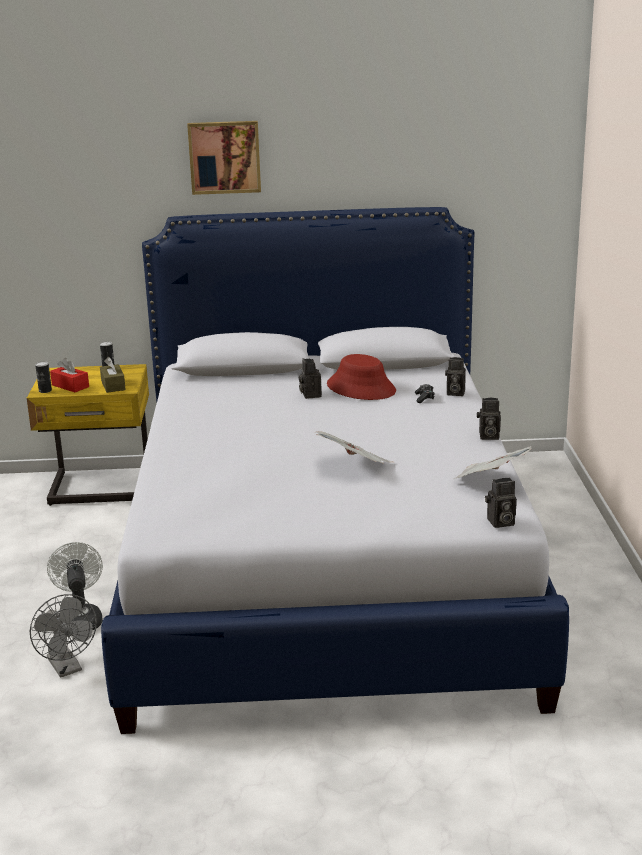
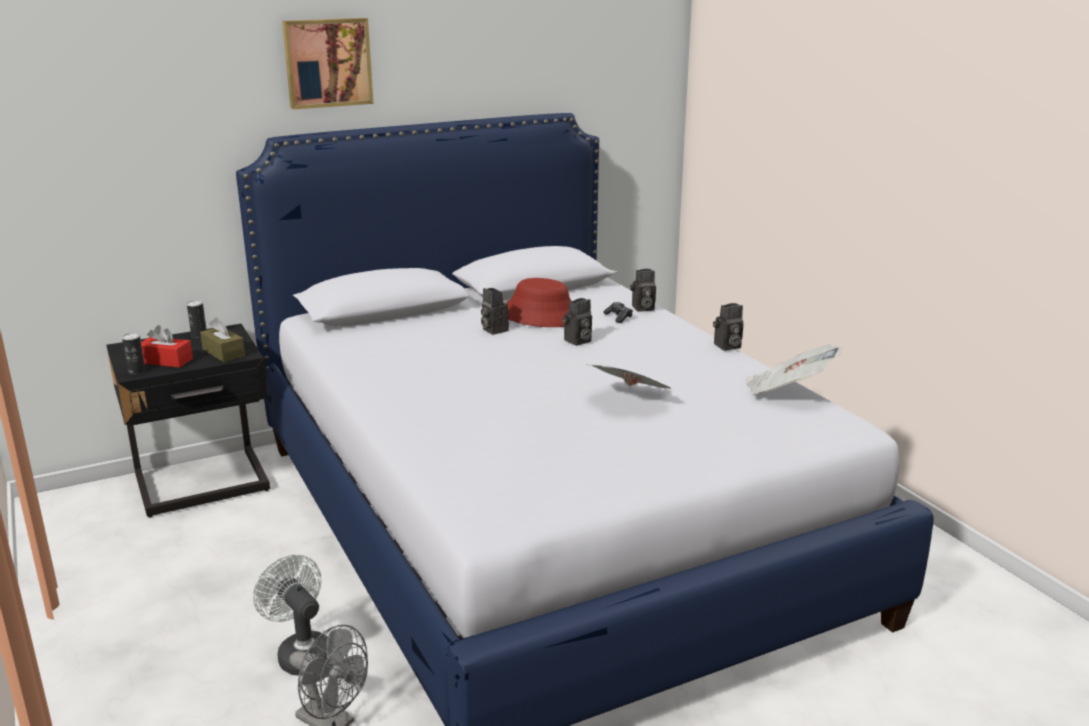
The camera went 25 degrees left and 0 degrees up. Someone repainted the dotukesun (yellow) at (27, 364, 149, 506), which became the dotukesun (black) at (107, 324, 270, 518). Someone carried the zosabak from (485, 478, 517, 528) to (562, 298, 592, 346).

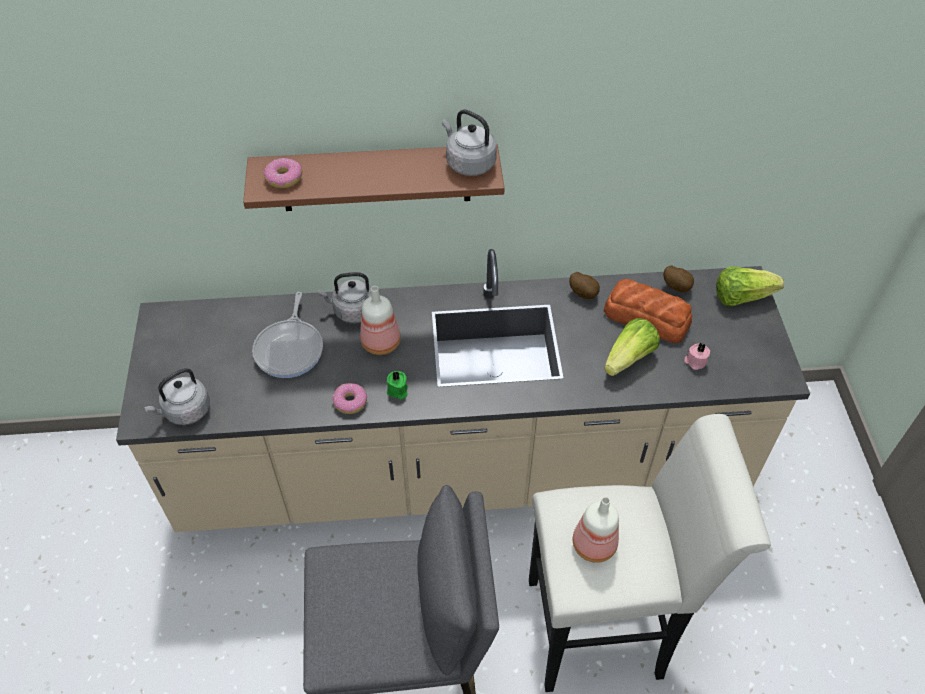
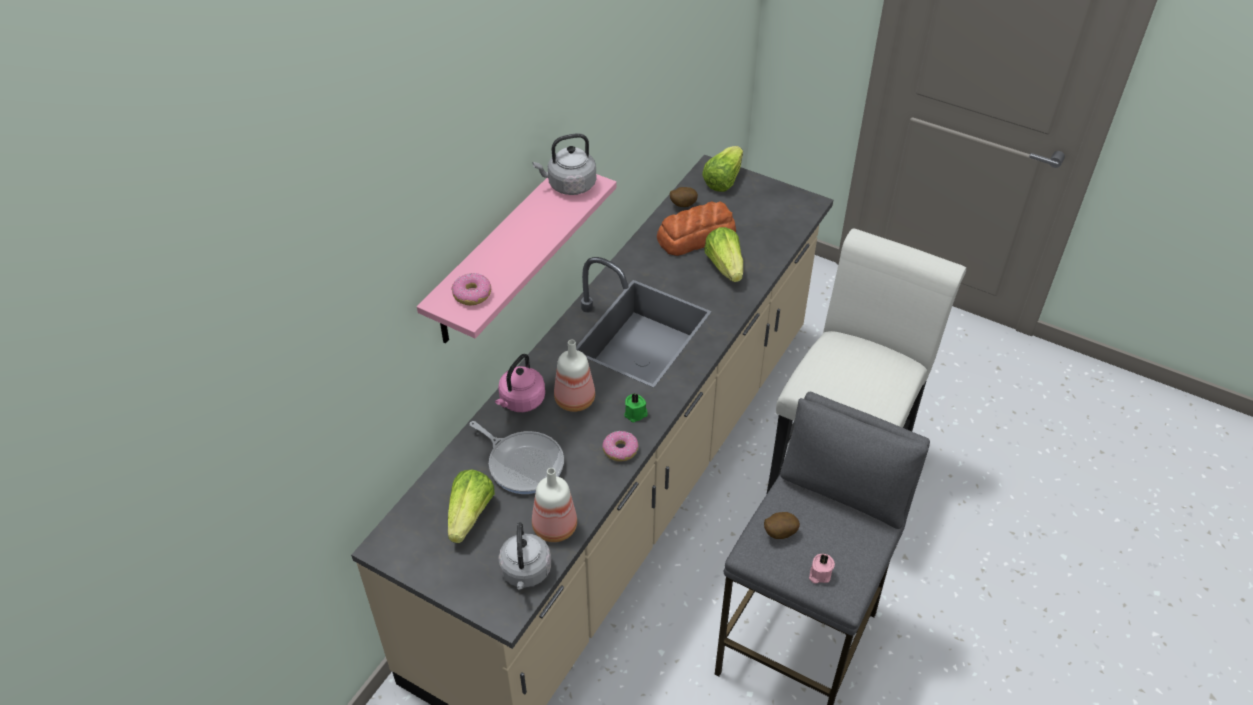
The camera went 55 degrees left and 5 degrees down. Someone repainted the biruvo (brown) at (243, 144, 505, 211), which became the biruvo (pink) at (417, 174, 617, 344). Someone repainted the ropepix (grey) at (318, 272, 371, 323), which became the ropepix (pink) at (495, 354, 545, 412). Someone carried the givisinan from (569, 272, 600, 299) to (764, 512, 800, 539). Someone carried the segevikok from (573, 497, 619, 563) to (532, 468, 577, 542). Someone carried the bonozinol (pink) from (684, 343, 710, 370) to (809, 554, 835, 584). Someone put down the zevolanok at (448, 469, 495, 543).

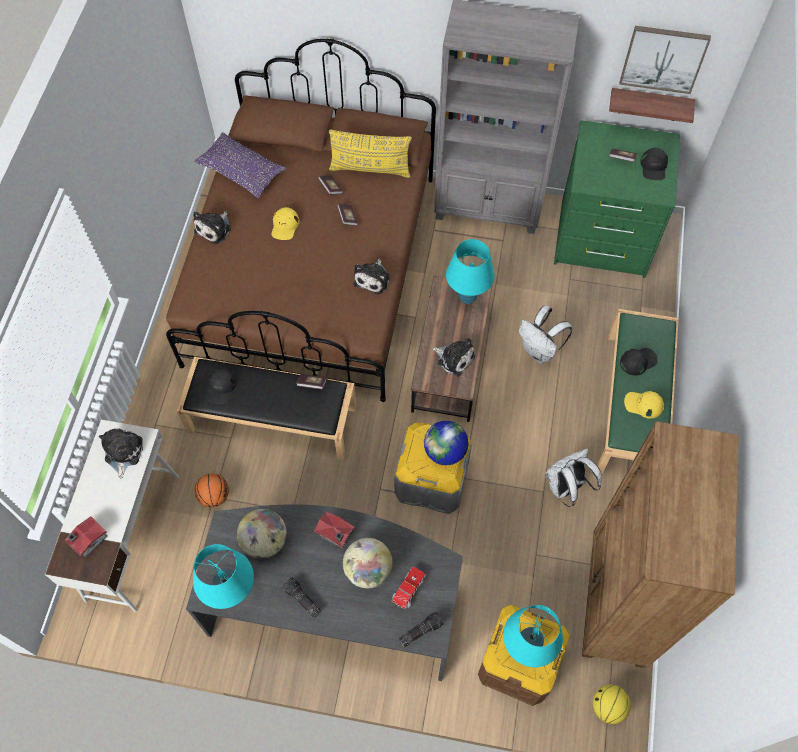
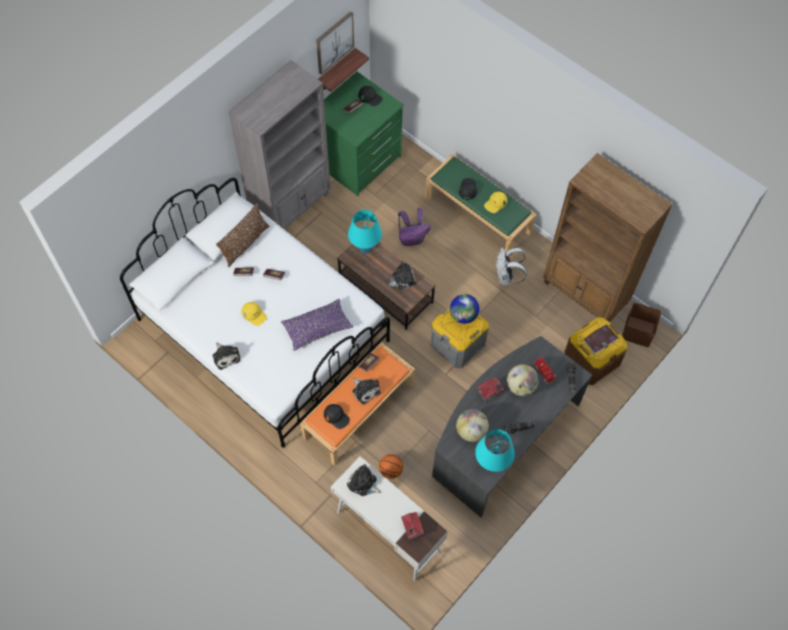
The camera went 60 degrees left and 0 degrees up. Someone repainted the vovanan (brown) at (166, 38, 436, 402), which became the vovanan (white) at (120, 178, 390, 448). Someone repainted the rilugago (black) at (177, 357, 356, 460), which became the rilugago (orange) at (300, 342, 415, 466). Someone carried the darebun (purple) from (194, 132, 286, 199) to (281, 299, 353, 351). Someone repainted the darebun (yellow) at (329, 130, 412, 178), which became the darebun (brown) at (216, 203, 269, 267). Someone carried the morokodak from (354, 258, 390, 295) to (353, 378, 381, 405). Someone swapped the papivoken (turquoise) at (503, 605, 563, 667) for the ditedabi at (583, 324, 618, 355). Someone repainted the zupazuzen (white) at (519, 306, 572, 364), which became the zupazuzen (purple) at (398, 208, 431, 246). Someone swapped the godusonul at (593, 684, 631, 724) for the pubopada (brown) at (622, 302, 662, 347).

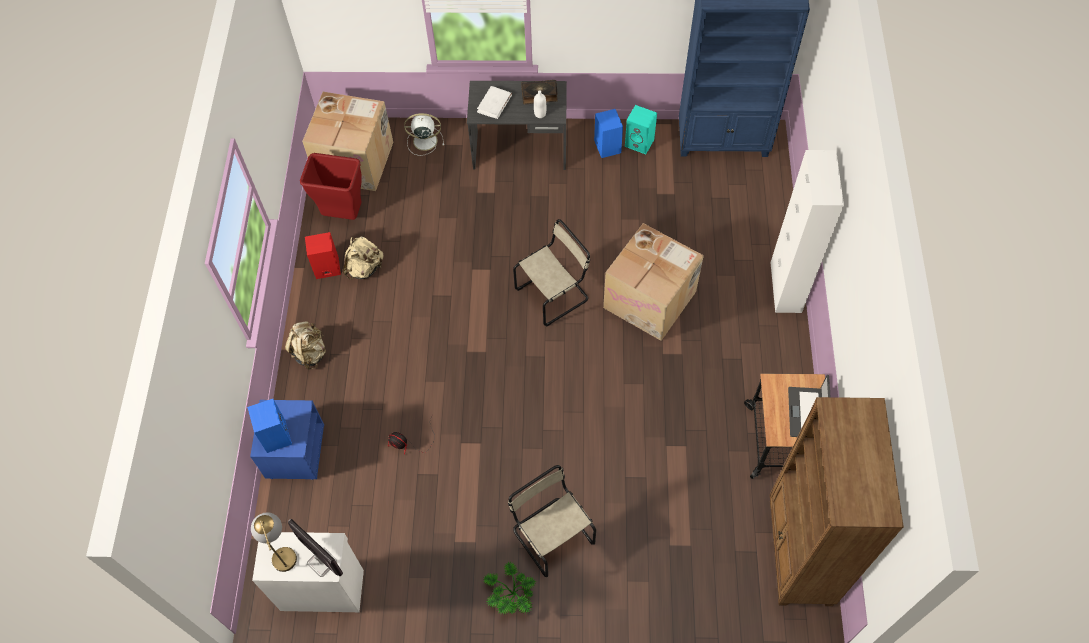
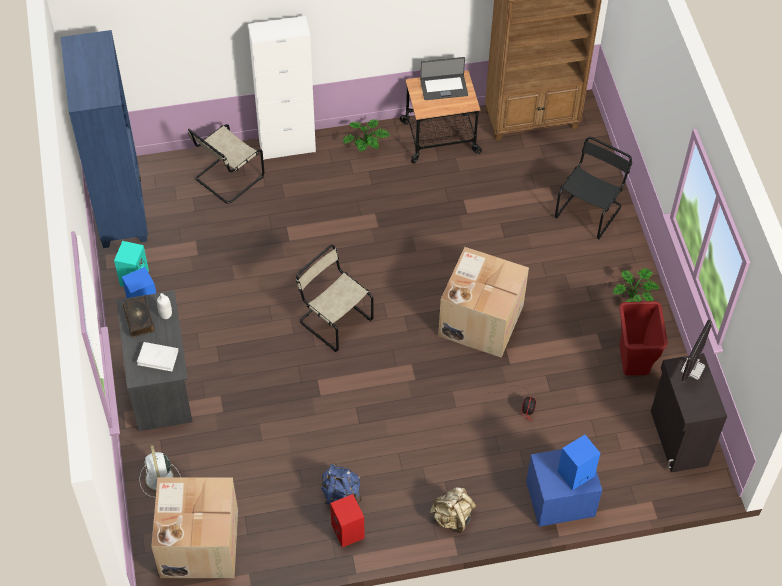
The camera went 105 degrees left and 5 degrees down. Someone took away the papivoken at (251, 512, 297, 572). Someone repainted the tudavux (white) at (252, 532, 364, 612), which became the tudavux (black) at (651, 353, 727, 472). Someone carried the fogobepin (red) from (300, 153, 362, 220) to (619, 301, 668, 376). Someone repainted the zupazuzen (beige) at (343, 237, 383, 280), which became the zupazuzen (blue) at (321, 462, 362, 507). Someone carried the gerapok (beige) from (508, 465, 596, 577) to (188, 124, 264, 204). Someone carried the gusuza from (603, 223, 704, 341) to (438, 247, 529, 358). Someone put down the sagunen at (342, 119, 390, 151). Someone put down the gerapok (black) at (555, 137, 632, 239).

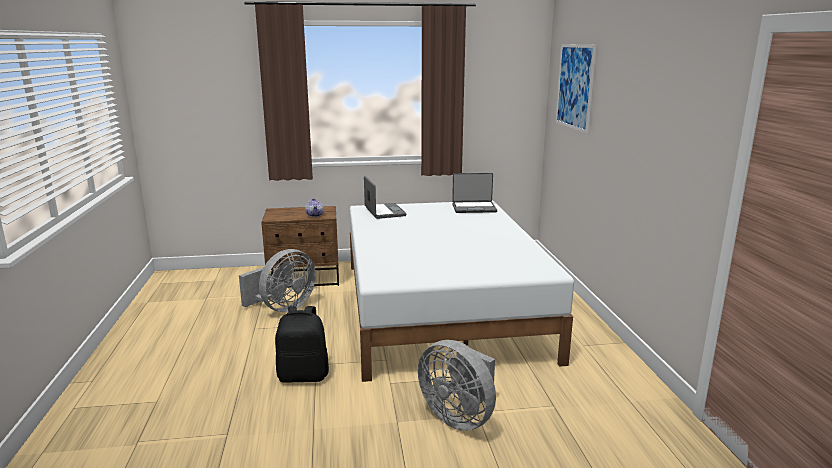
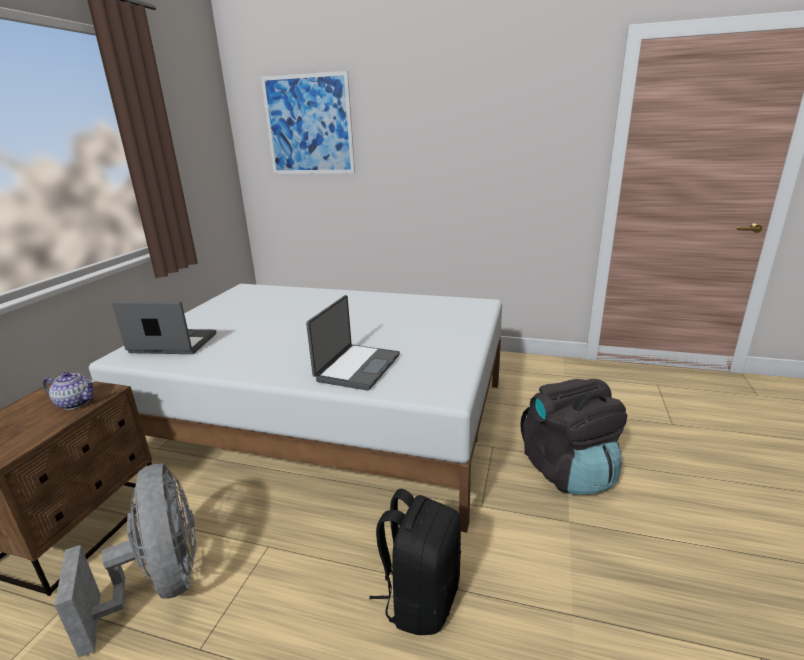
The camera went 65 degrees left and 5 degrees up. Someone swapped the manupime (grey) at (418, 340, 496, 431) for the zupazuzen (black) at (520, 379, 627, 495). Someone carried the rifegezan from (452, 173, 497, 213) to (306, 295, 400, 391).

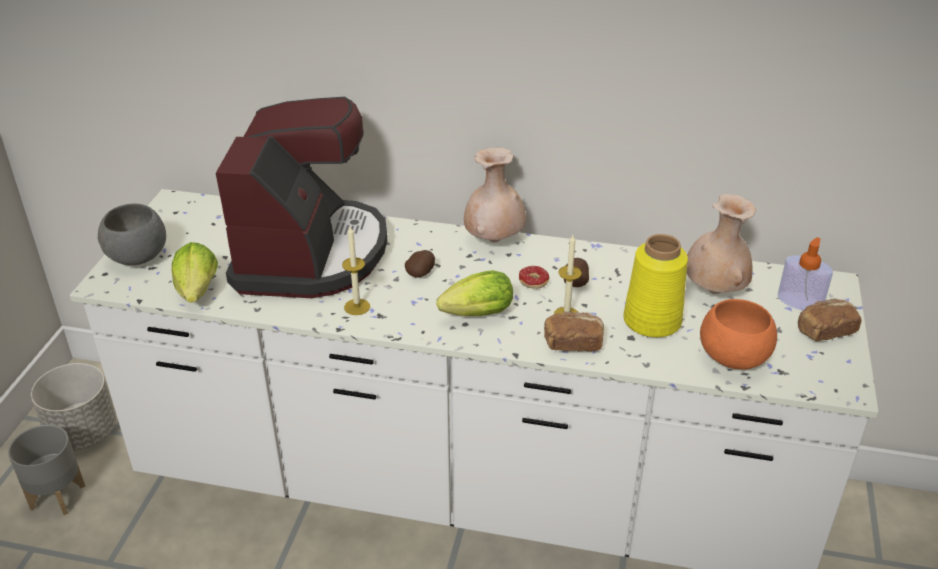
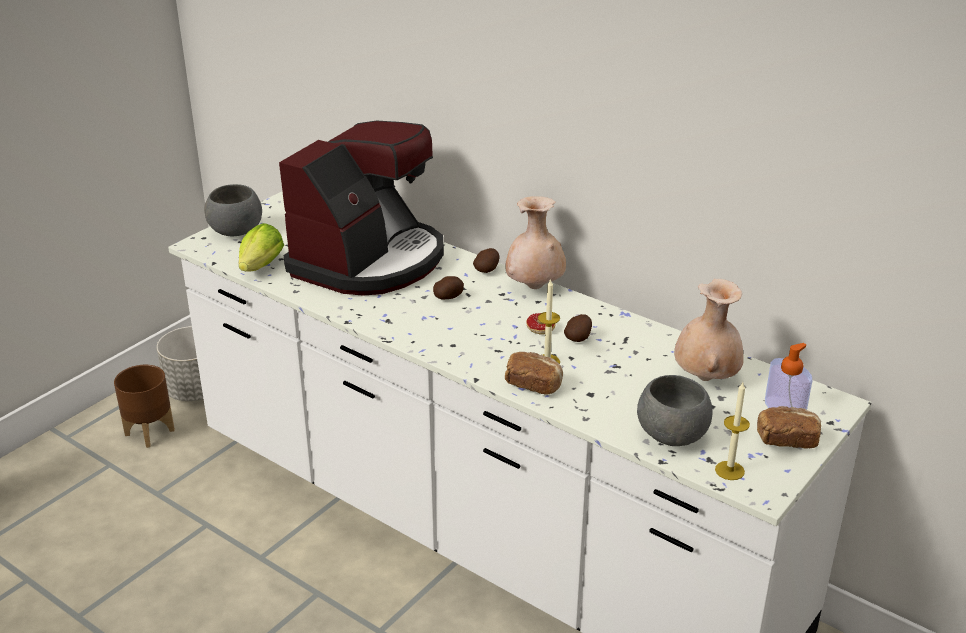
The camera went 25 degrees right and 5 degrees down. Someone repainted the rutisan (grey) at (8, 424, 85, 515), which became the rutisan (brown) at (114, 365, 175, 448). Someone carried the bonozinol from (342, 227, 370, 315) to (715, 382, 750, 480). Someone took away the zevolanok at (436, 270, 513, 316). Someone took away the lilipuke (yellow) at (623, 234, 688, 337). Someone repainted the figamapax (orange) at (700, 299, 777, 370), which became the figamapax (grey) at (637, 375, 713, 446). Someone put down the givisinan at (473, 248, 499, 273).

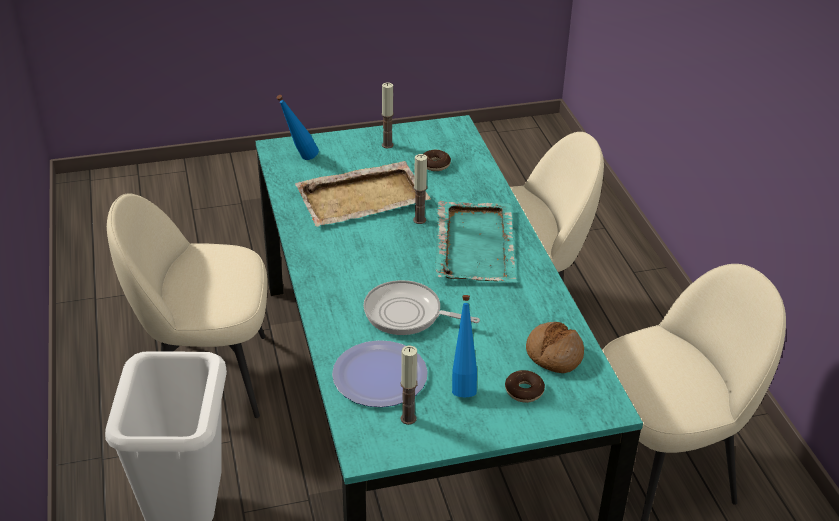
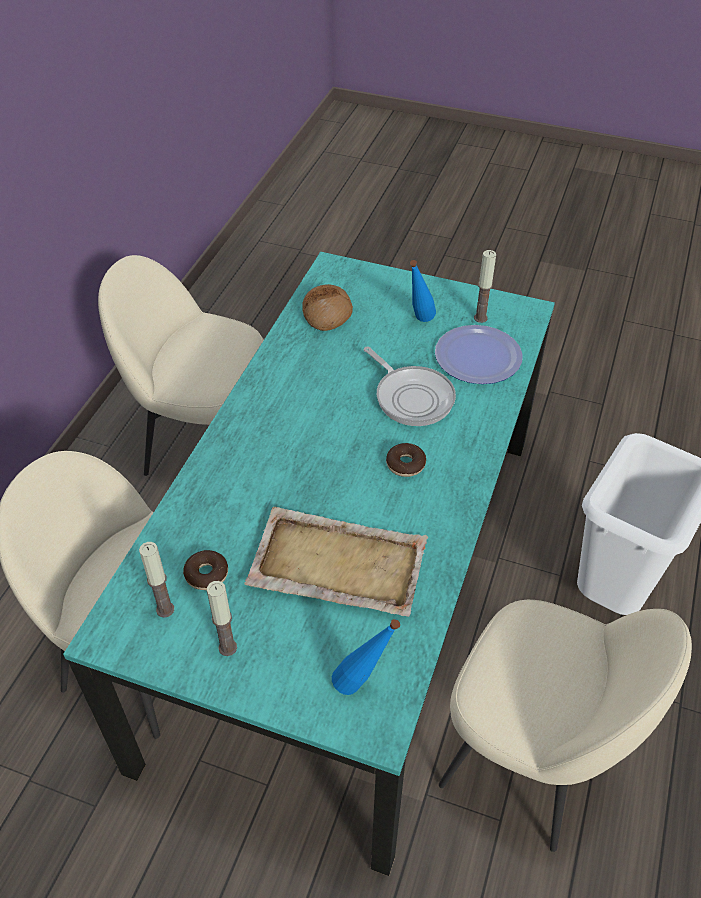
The camera went 145 degrees left and 10 degrees up. Someone carried the bonozinol from (413, 154, 427, 224) to (139, 542, 174, 618). Someone took away the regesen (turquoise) at (435, 201, 517, 283). Someone carried the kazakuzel from (505, 370, 545, 403) to (386, 443, 426, 477).

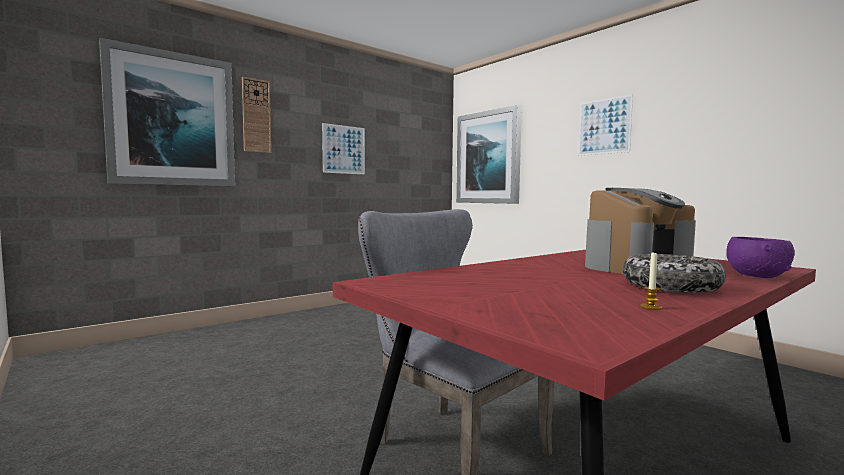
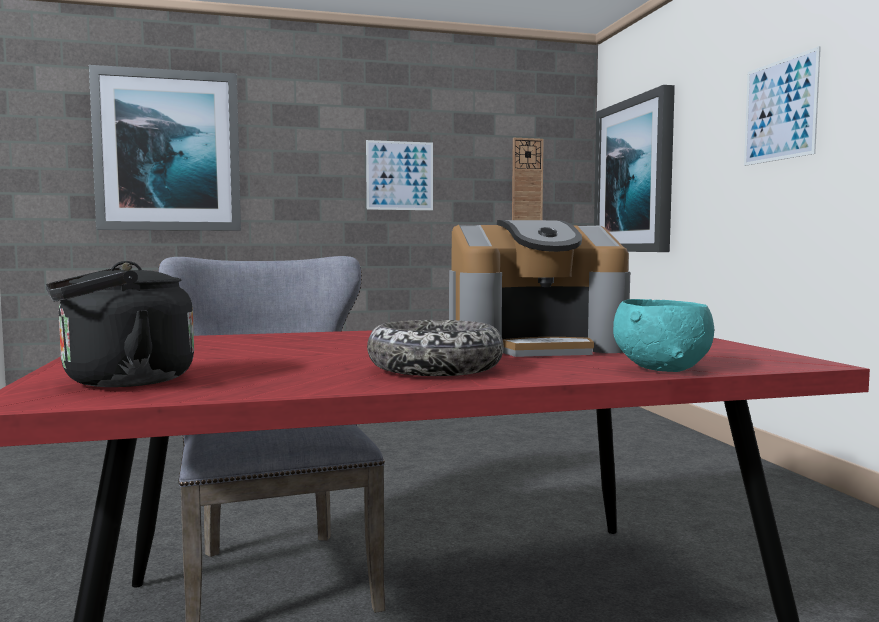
The camera went 25 degrees right and 0 degrees up. Someone carried the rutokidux from (242, 77, 271, 153) to (512, 138, 544, 220). Someone took away the bonozinol at (640, 251, 662, 310). Someone repainted the figamapax (purple) at (726, 237, 795, 278), which became the figamapax (turquoise) at (613, 299, 714, 372). Someone put down the ropepix (black) at (46, 261, 194, 387).

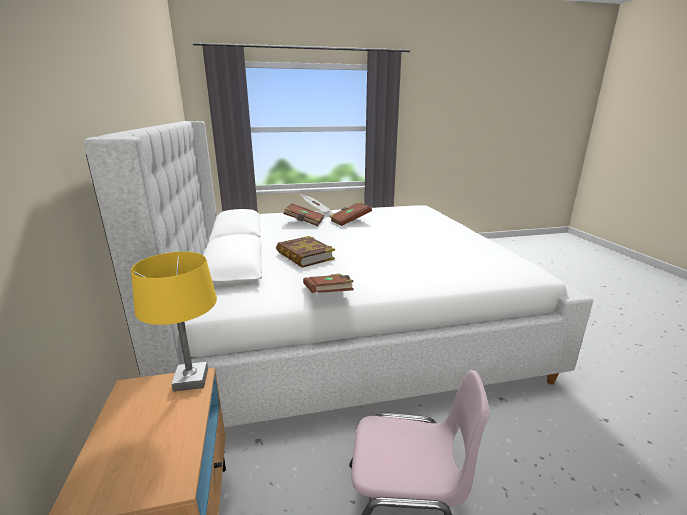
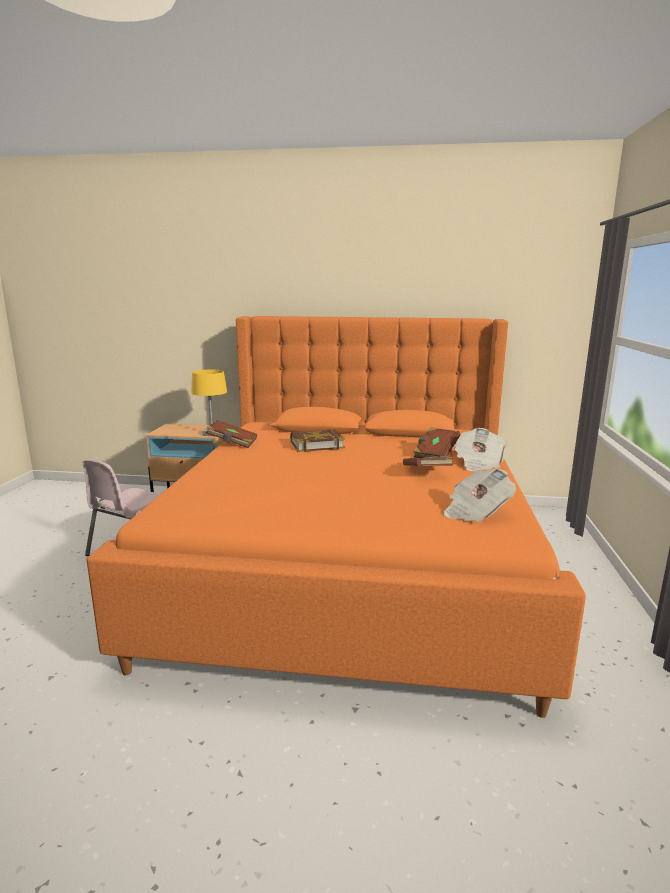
The camera went 110 degrees right and 5 degrees down. Someone repainted the vovanan (white) at (84, 121, 593, 427), which became the vovanan (orange) at (87, 316, 586, 718). Someone put down the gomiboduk at (443, 469, 516, 522).

